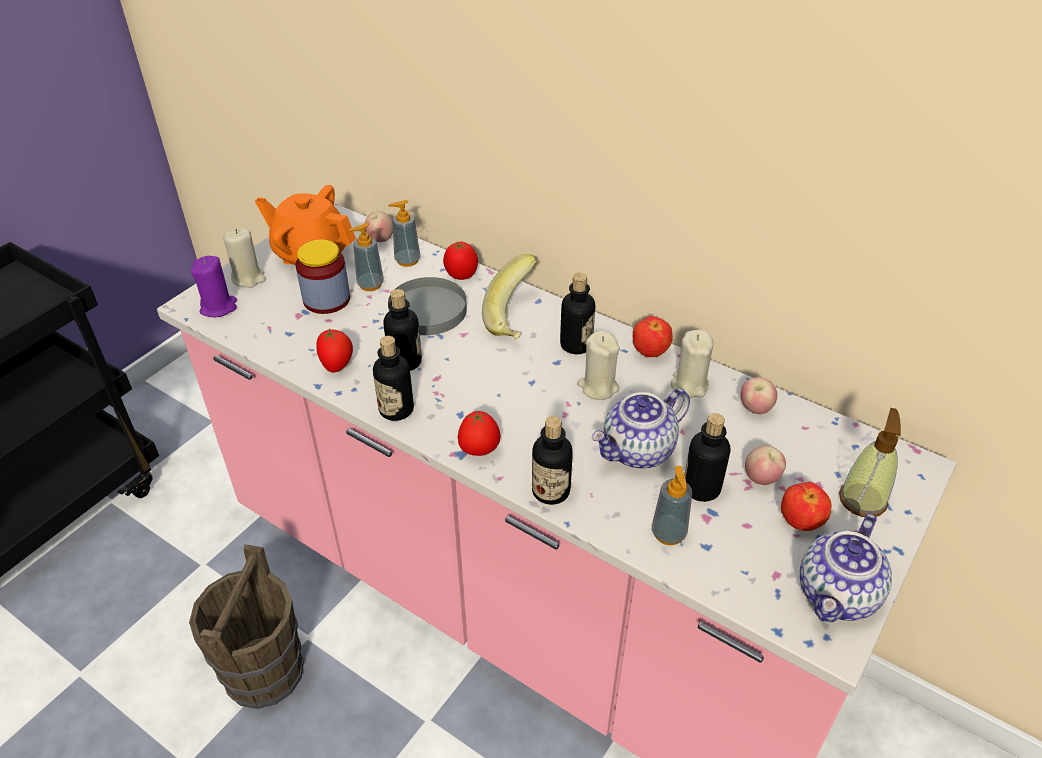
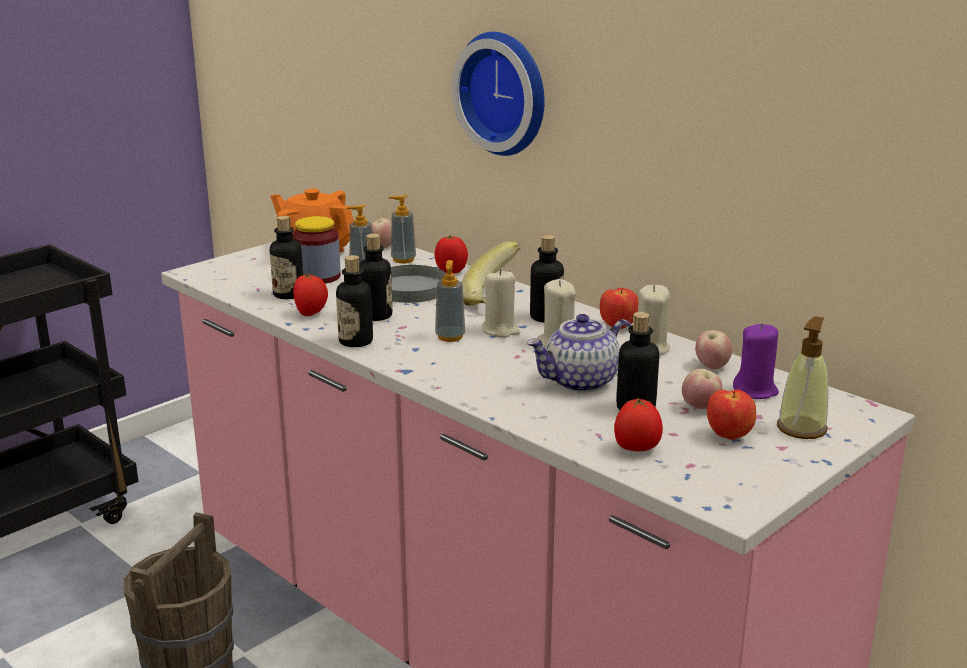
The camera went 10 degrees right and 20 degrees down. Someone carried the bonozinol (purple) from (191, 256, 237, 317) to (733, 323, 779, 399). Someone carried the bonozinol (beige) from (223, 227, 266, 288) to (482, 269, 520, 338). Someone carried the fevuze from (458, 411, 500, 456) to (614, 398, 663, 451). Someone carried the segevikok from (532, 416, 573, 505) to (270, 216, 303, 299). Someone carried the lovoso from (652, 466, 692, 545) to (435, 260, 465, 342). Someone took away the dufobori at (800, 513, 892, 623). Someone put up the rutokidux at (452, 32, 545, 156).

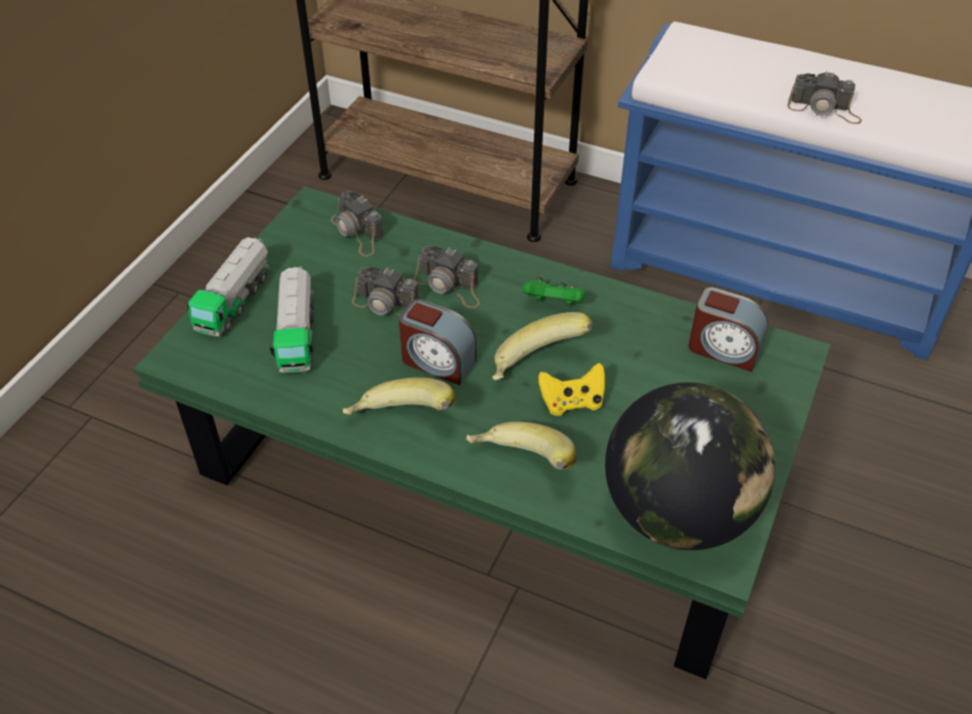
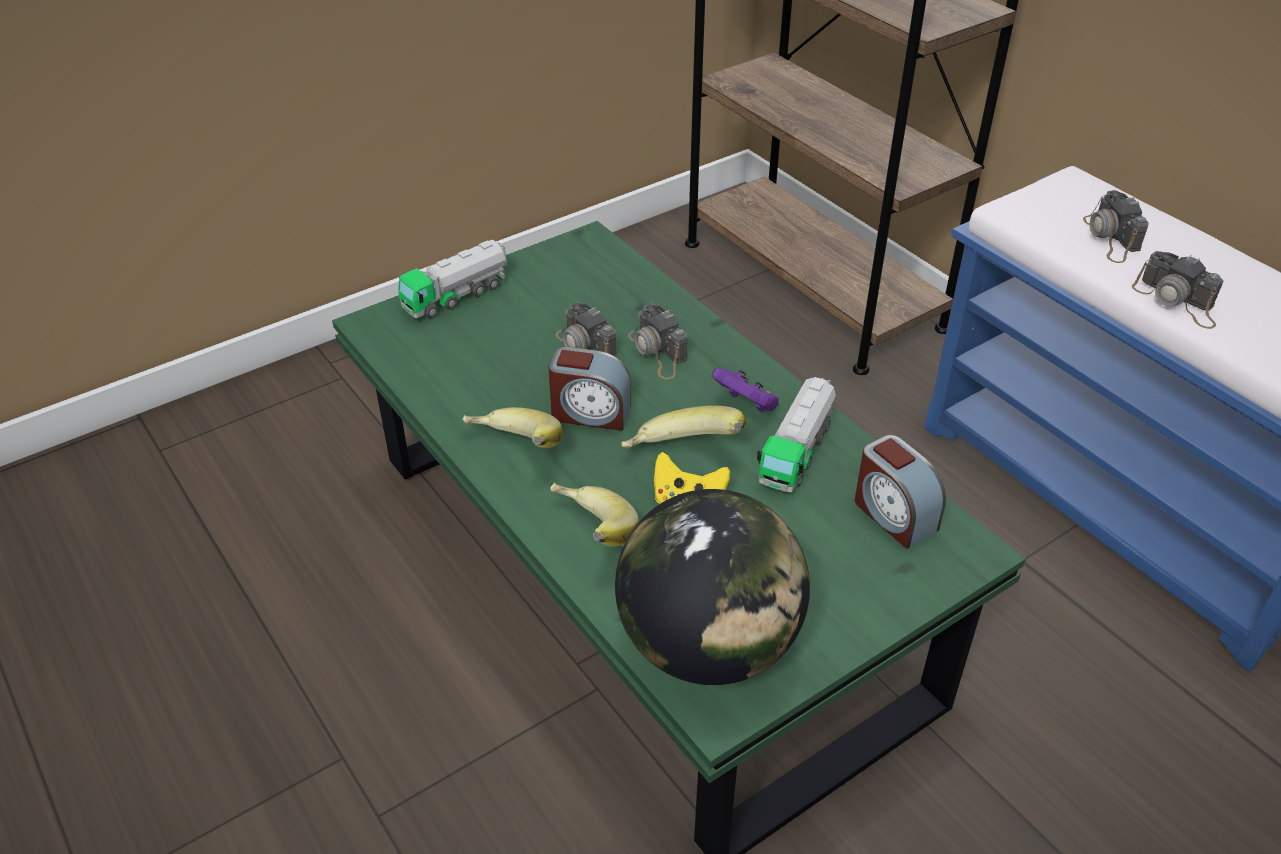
The camera went 30 degrees right and 5 degrees down. Someone carried the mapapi from (270, 266, 314, 373) to (757, 377, 836, 492). Someone carried the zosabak from (331, 190, 383, 256) to (1083, 190, 1149, 263). Someone rotated the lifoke at (399, 299, 477, 385) by 45 degrees counterclockwise. Someone repainted the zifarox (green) at (523, 277, 585, 306), which became the zifarox (purple) at (711, 368, 779, 413).

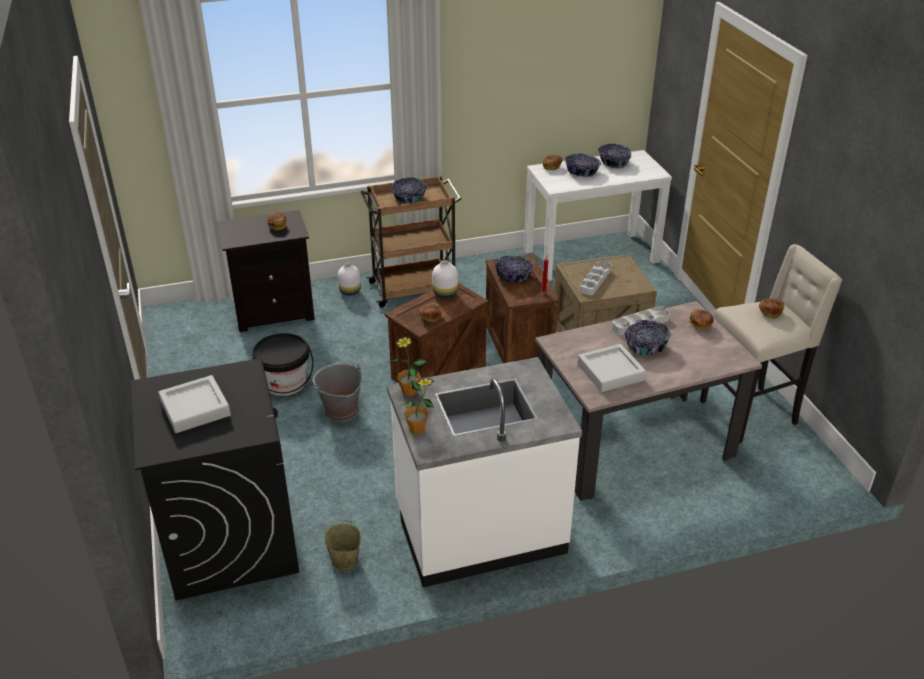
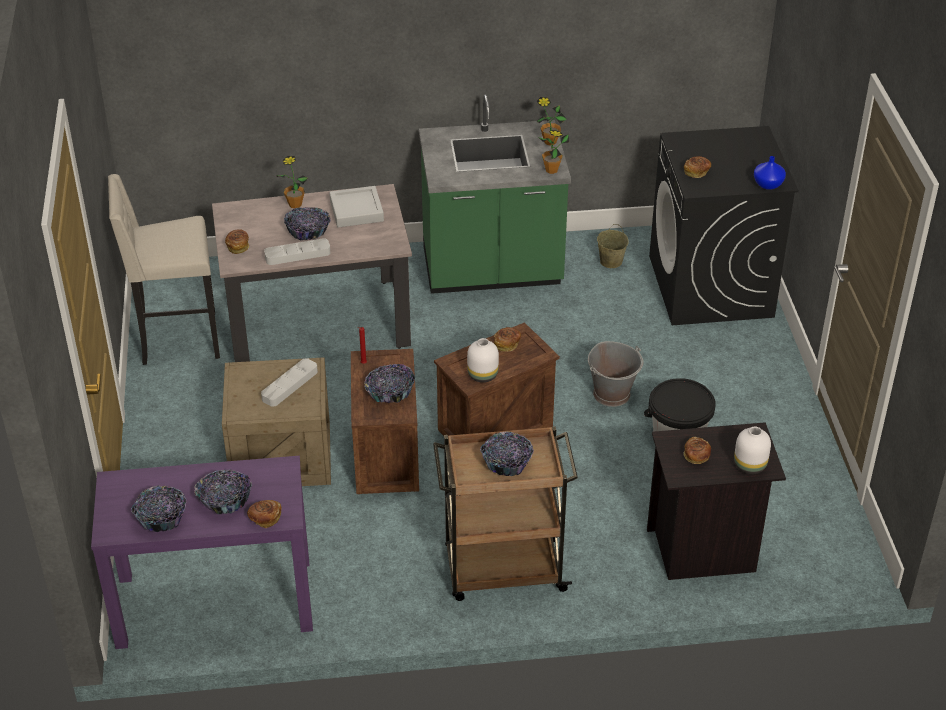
The camera went 170 degrees left and 5 degrees up. Someone took away the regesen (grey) at (158, 375, 231, 433). Someone carried the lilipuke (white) from (338, 263, 361, 296) to (734, 427, 771, 474). Someone repainted the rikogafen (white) at (387, 357, 582, 587), which became the rikogafen (green) at (419, 95, 571, 294). Someone repainted the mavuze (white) at (524, 150, 672, 281), which became the mavuze (purple) at (91, 456, 313, 649). Someone carried the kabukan from (758, 298, 784, 319) to (684, 156, 711, 178). Someone put down the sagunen at (277, 156, 308, 208). Someone put down the lilipuke (blue) at (754, 156, 786, 190).

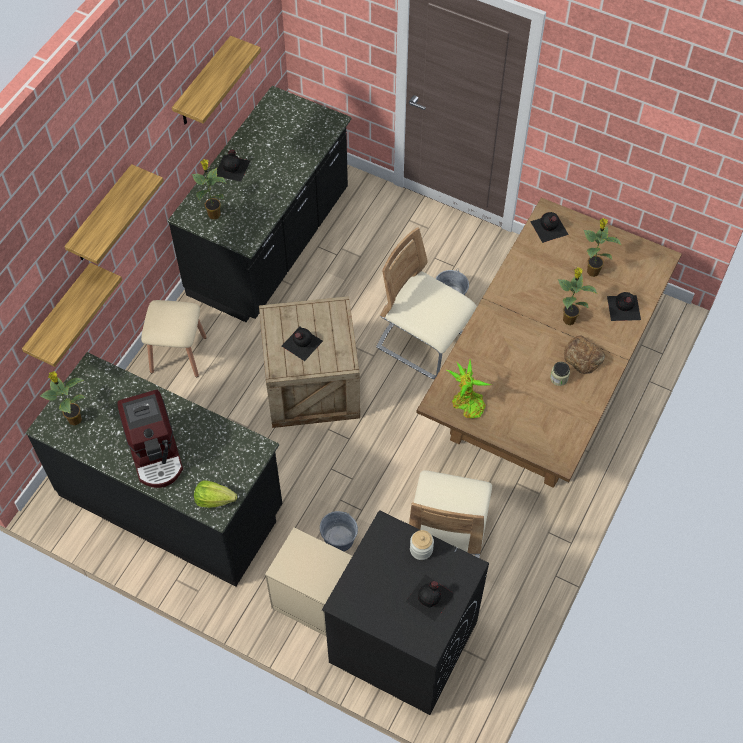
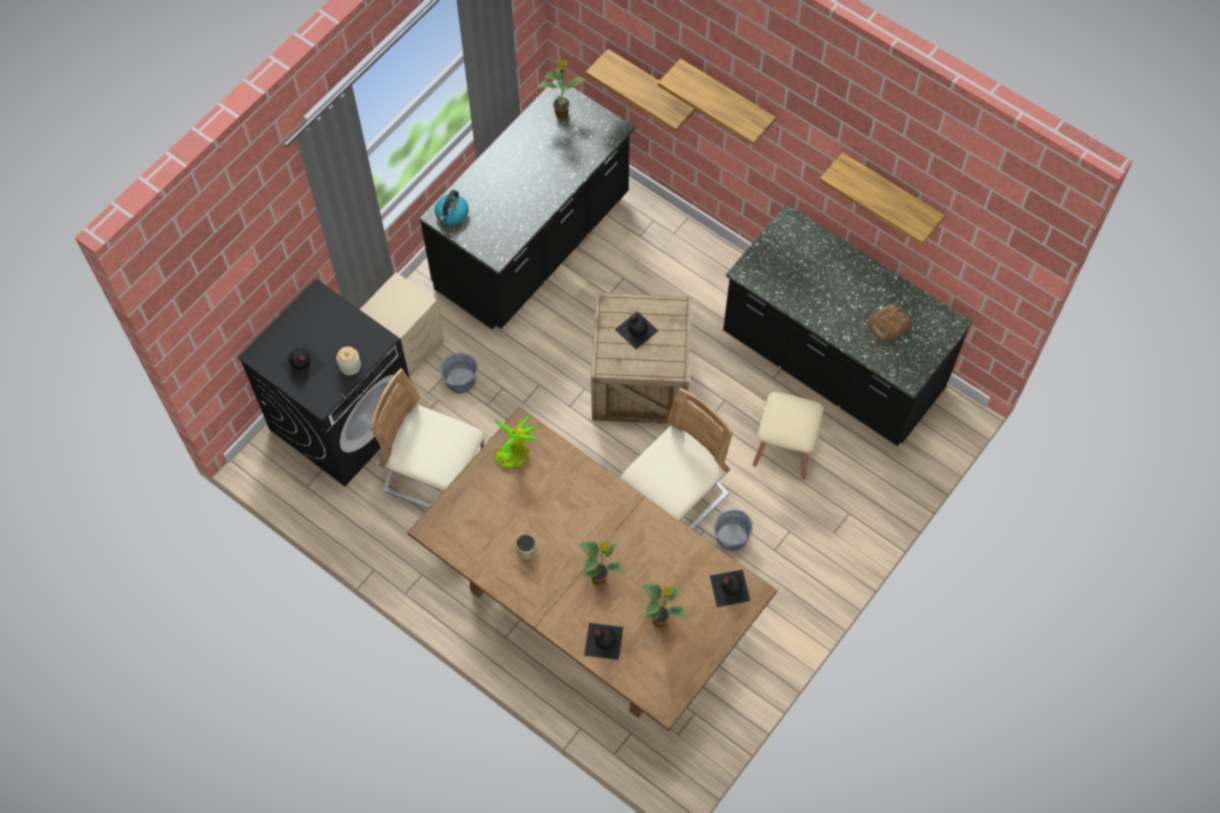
The camera went 100 degrees right and 5 degrees up. Someone took away the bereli at (117, 390, 183, 488). Someone carried the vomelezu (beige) from (141, 300, 207, 377) to (753, 392, 823, 479). Someone took away the sagunen at (192, 159, 226, 220). Someone swapped the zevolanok at (194, 481, 237, 508) for the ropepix at (435, 190, 469, 226). Someone took away the segevikok (black) at (217, 150, 250, 182). Someone carried the kabukan from (564, 335, 605, 374) to (868, 304, 912, 342).

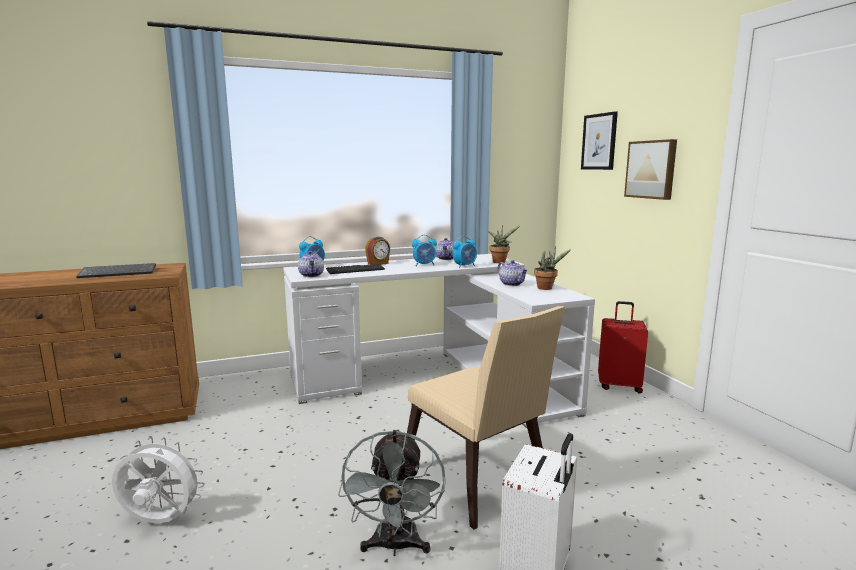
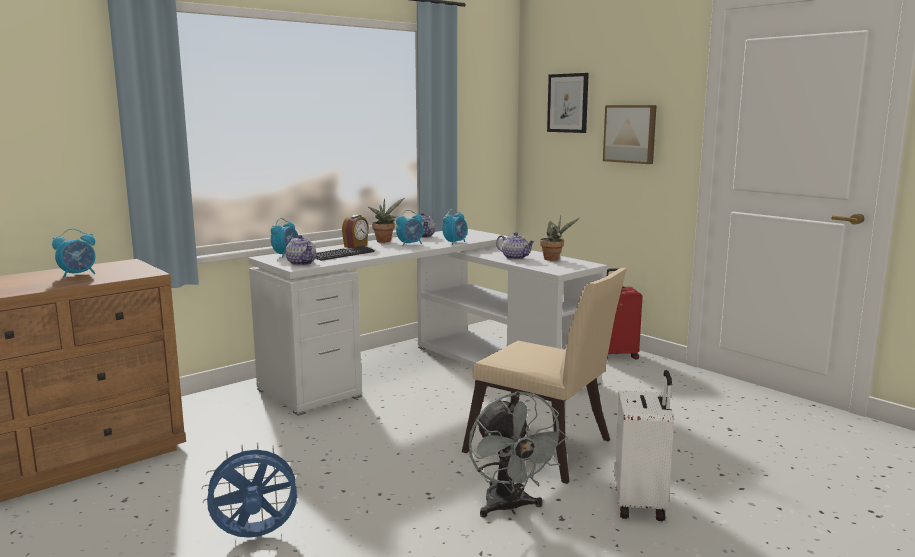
The camera went 20 degrees left and 0 degrees up. Someone swapped the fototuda at (76, 263, 156, 278) for the lifoke at (52, 228, 95, 278). Someone repainted the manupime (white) at (112, 437, 204, 523), which became the manupime (blue) at (202, 442, 302, 538). Someone carried the sagunen from (488, 225, 521, 263) to (368, 198, 404, 243).

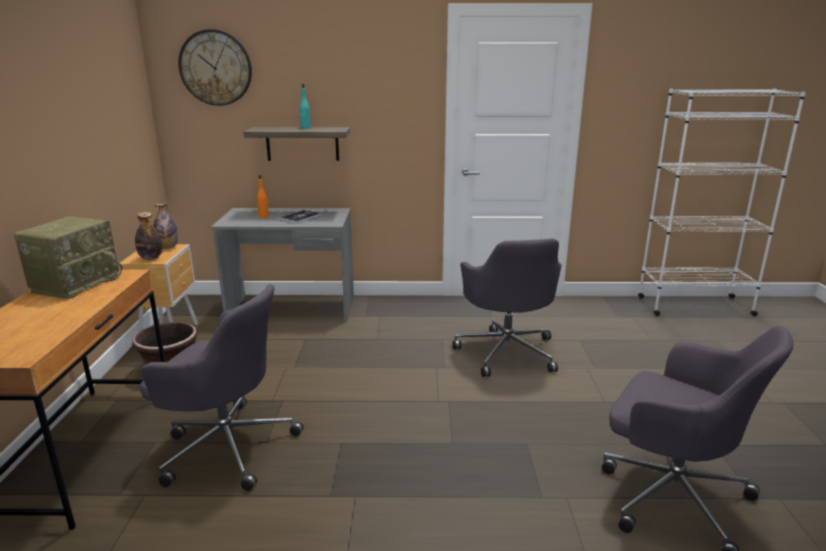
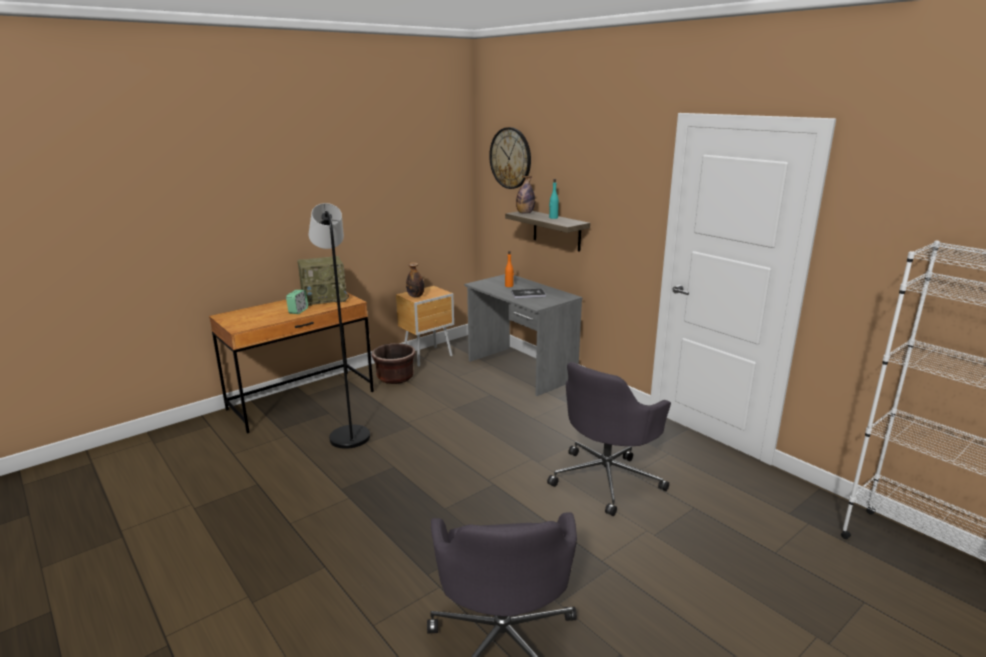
The camera went 50 degrees right and 0 degrees up. Someone swapped the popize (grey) at (140, 284, 304, 491) for the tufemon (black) at (309, 203, 370, 449). Someone carried the segevikok from (153, 204, 178, 249) to (516, 176, 535, 213). Someone put down the lifoke at (286, 290, 308, 314).

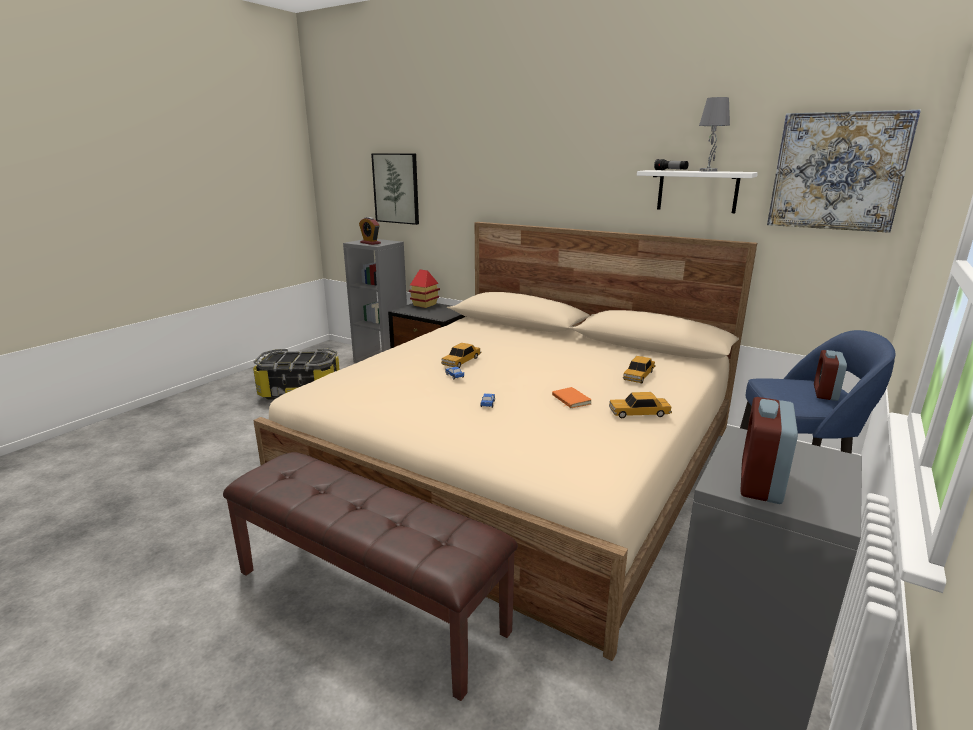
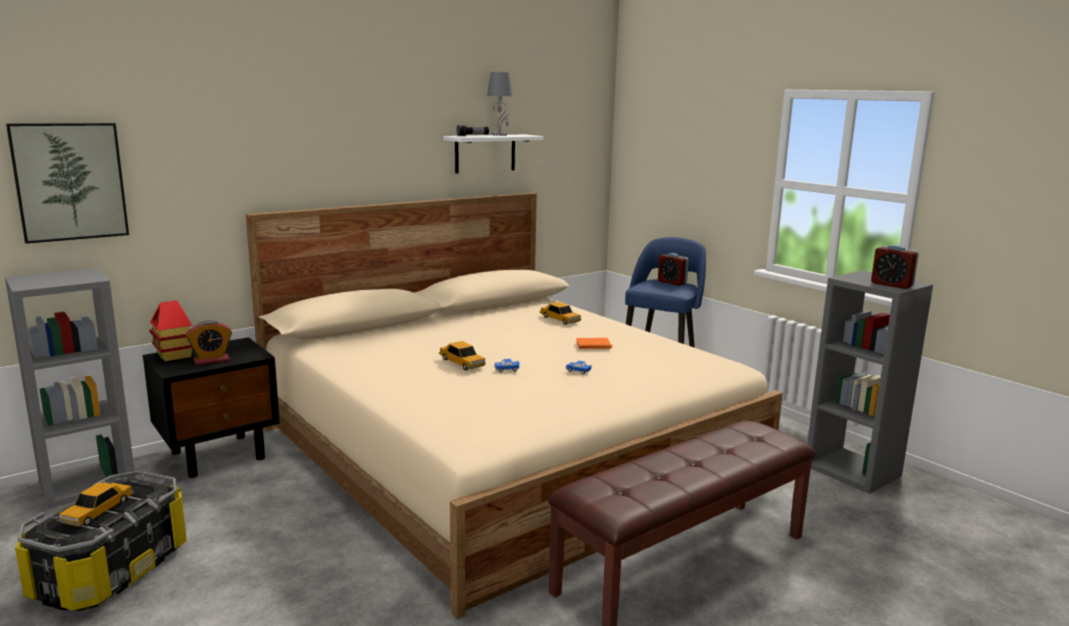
The camera went 70 degrees left and 5 degrees down. Someone carried the lifoke from (359, 217, 381, 245) to (186, 320, 232, 365). Someone carried the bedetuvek from (609, 392, 672, 418) to (59, 482, 134, 527). Someone took away the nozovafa at (767, 109, 921, 233).

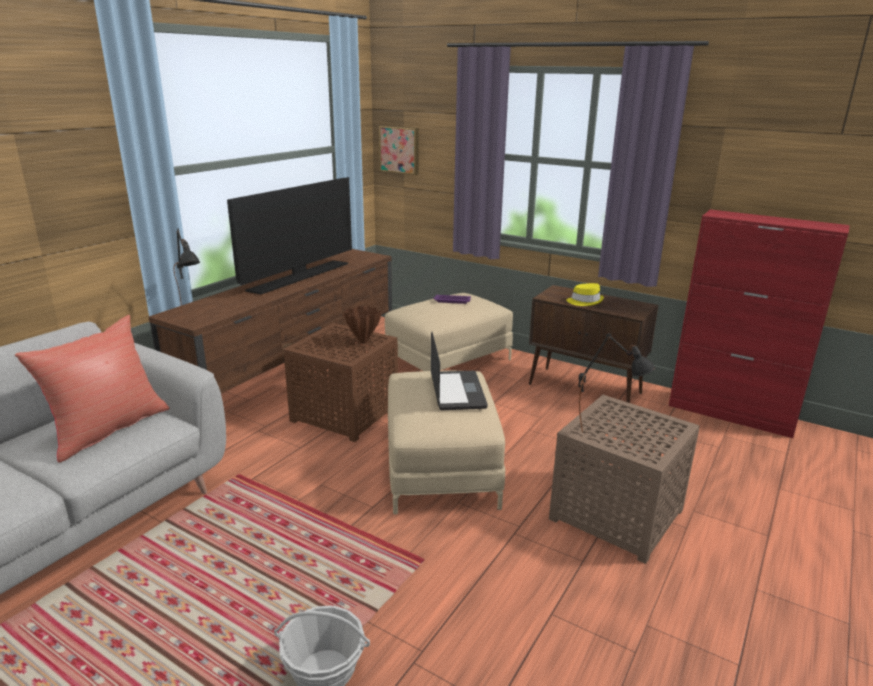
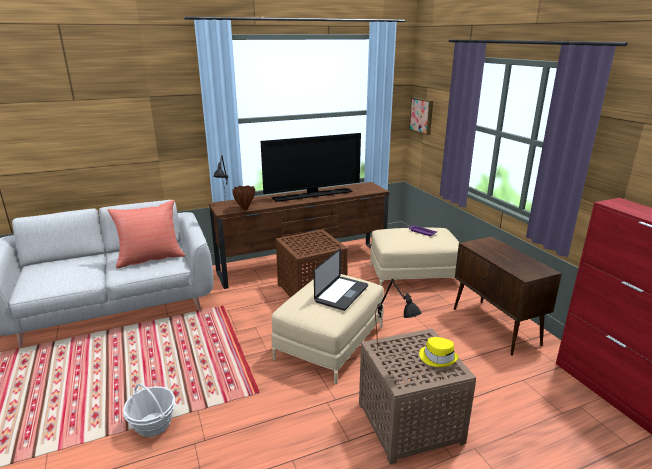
The camera went 35 degrees right and 0 degrees up. Someone carried the lilipuke (brown) from (344, 306, 381, 344) to (232, 186, 255, 210). Someone carried the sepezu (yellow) from (566, 283, 604, 306) to (419, 337, 459, 367).

